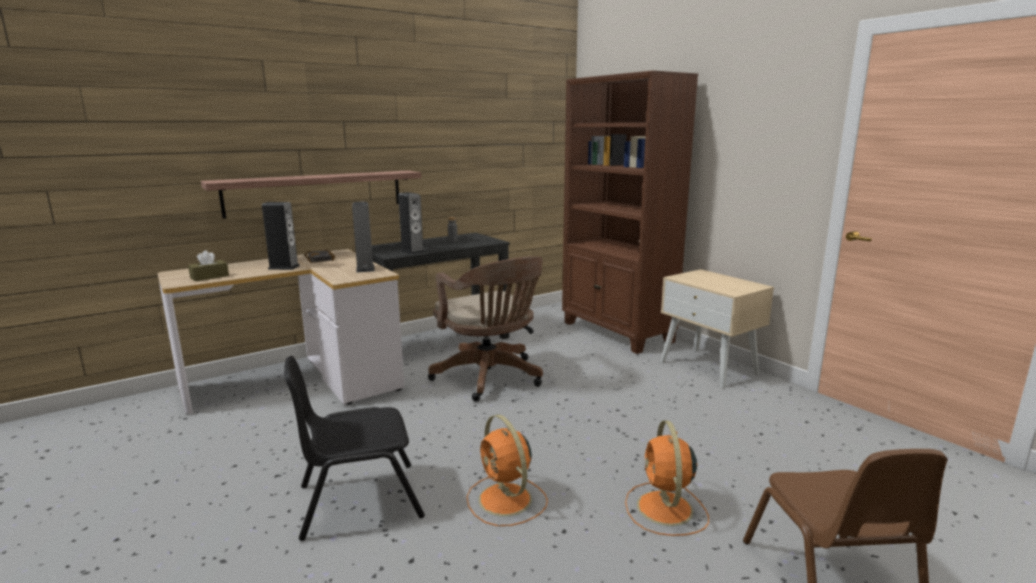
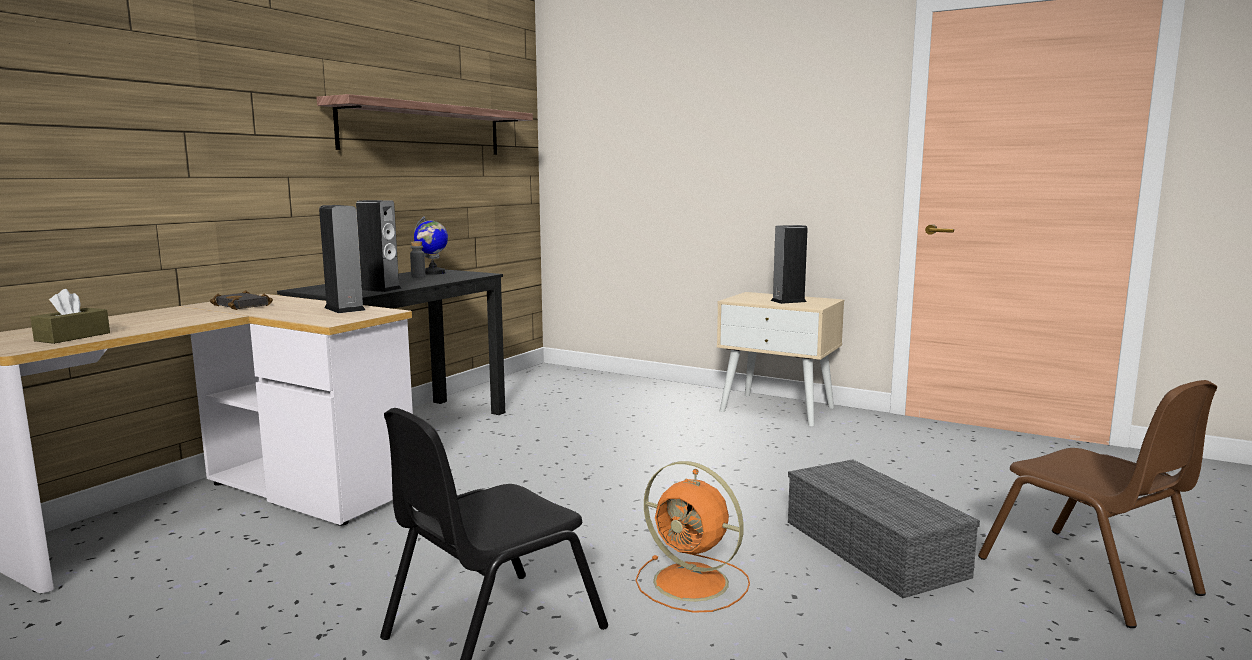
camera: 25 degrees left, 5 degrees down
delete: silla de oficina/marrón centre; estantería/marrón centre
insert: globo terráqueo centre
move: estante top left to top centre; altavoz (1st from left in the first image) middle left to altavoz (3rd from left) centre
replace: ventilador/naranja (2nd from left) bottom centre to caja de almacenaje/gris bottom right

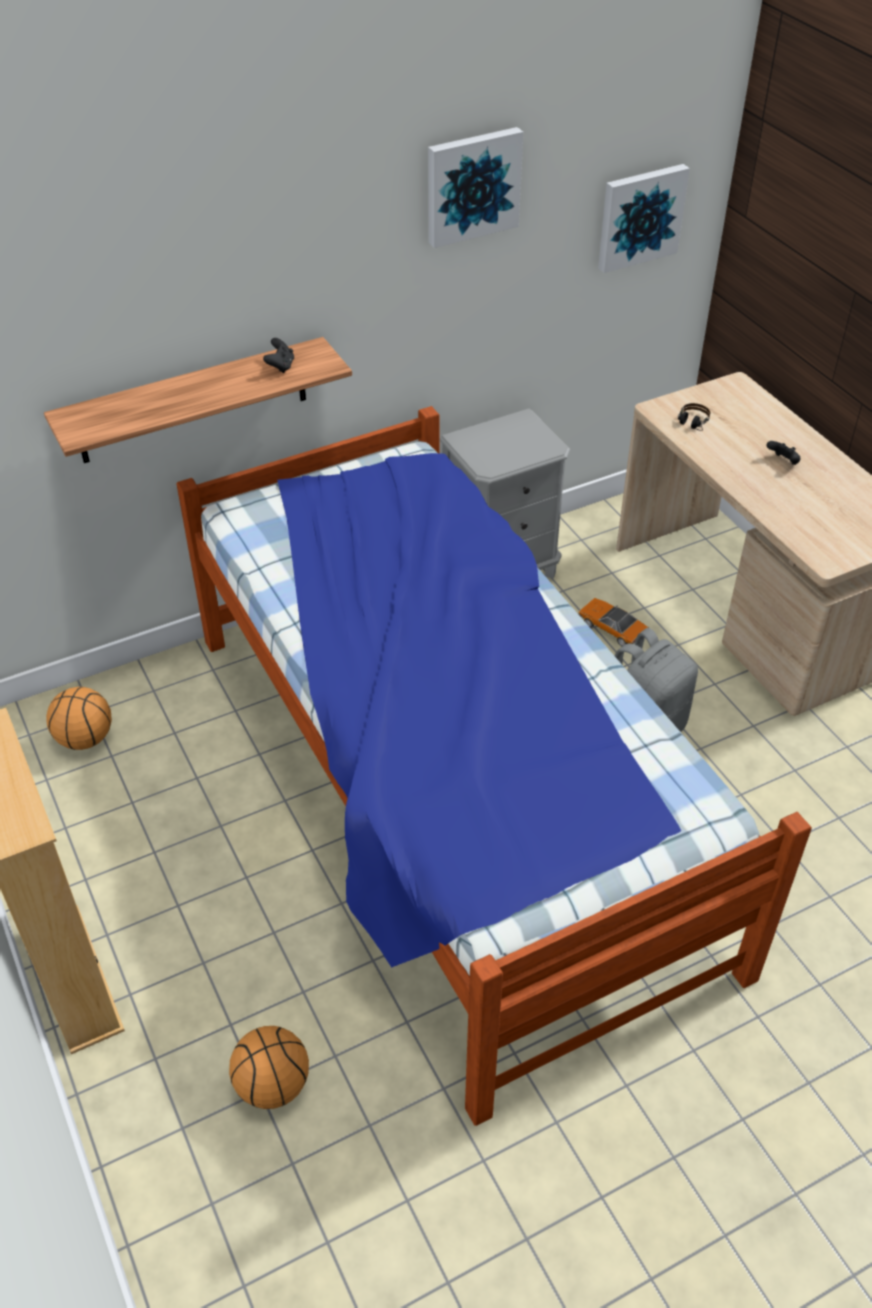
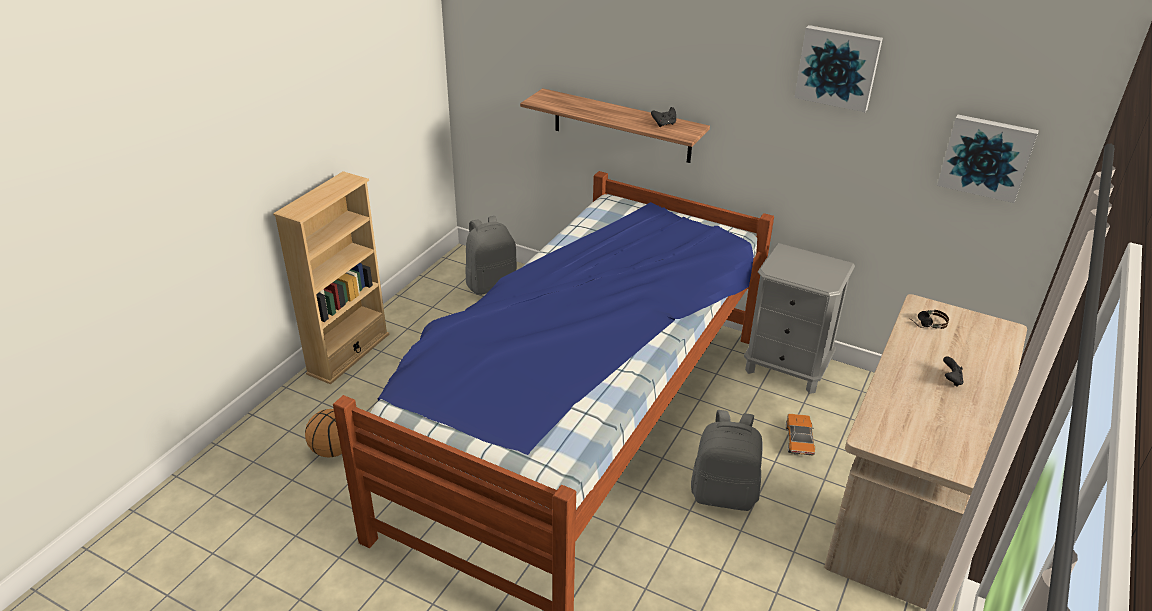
camera: 55 degrees right, 10 degrees down
replace: balón de baloncesto (1st from left) middle left to mochila/gris (1st from left) centre

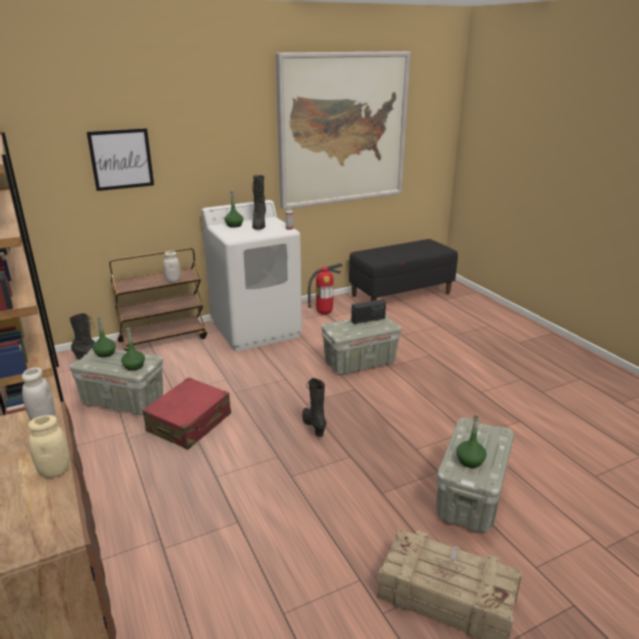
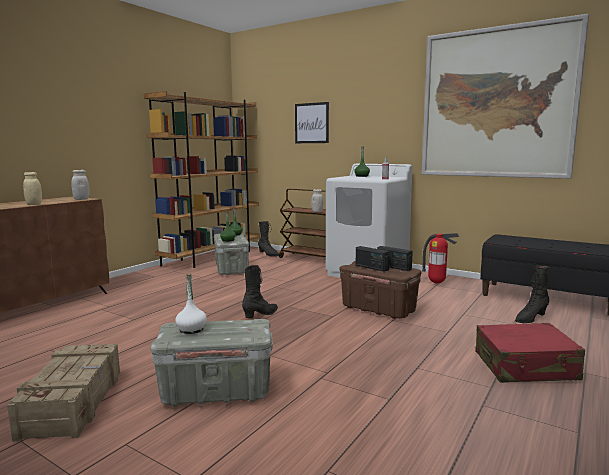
camera: 60 degrees right, 15 degrees down
insert: radio (1st from left) centre
move: maleta/rojo middle left to bottom right; bota/negro (2nd from left in the first image) top centre to bota/negro (3rd from left) middle right
recolor: botella/verde (4th from left) bottom right to botella/blanco middle left; caja de almacenaje/gris (2nd from left) centre to caja de almacenaje/marrón centre

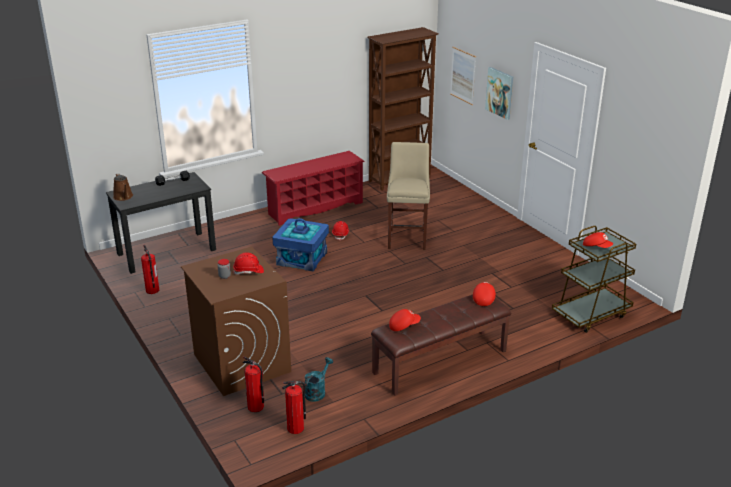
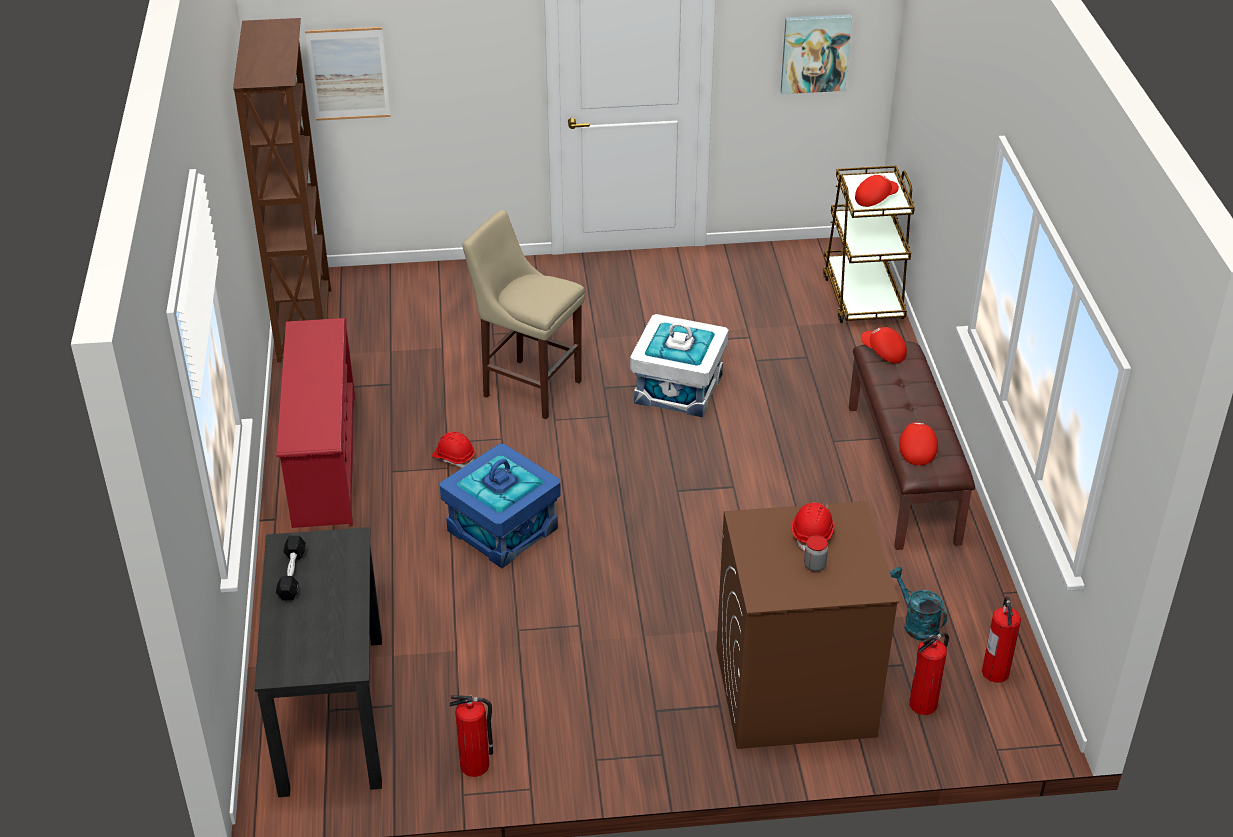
camera: 65 degrees left, 10 degrees up
delete: regadera/marrón middle left
insert: caja de almacenaje/blanco centre
move: cuadro (2nd from left) top right to top centre

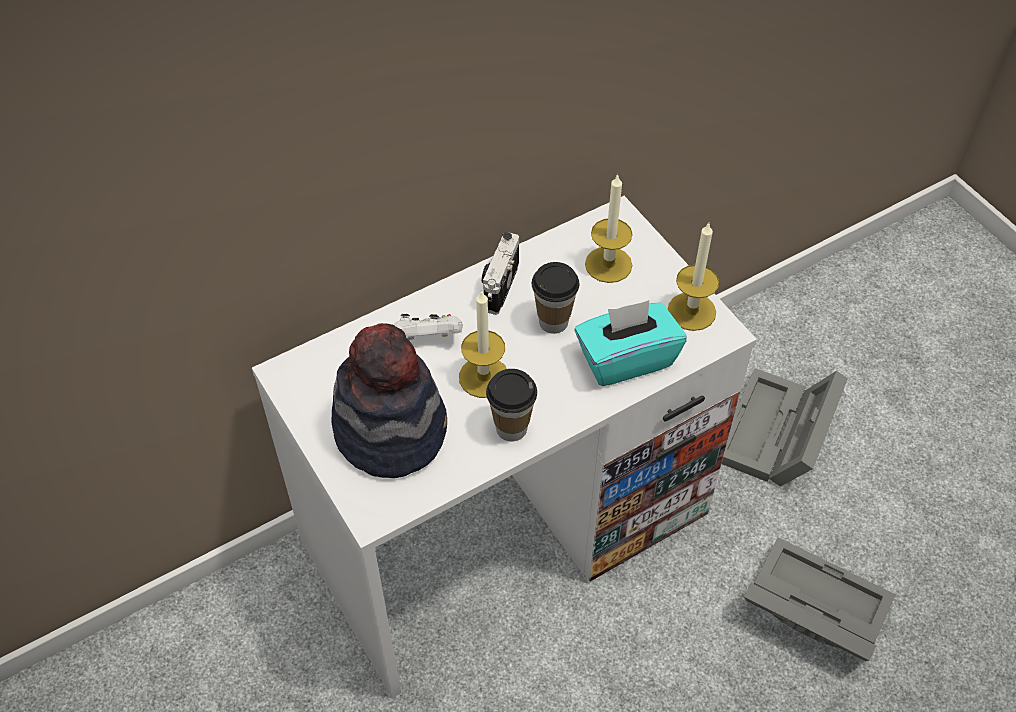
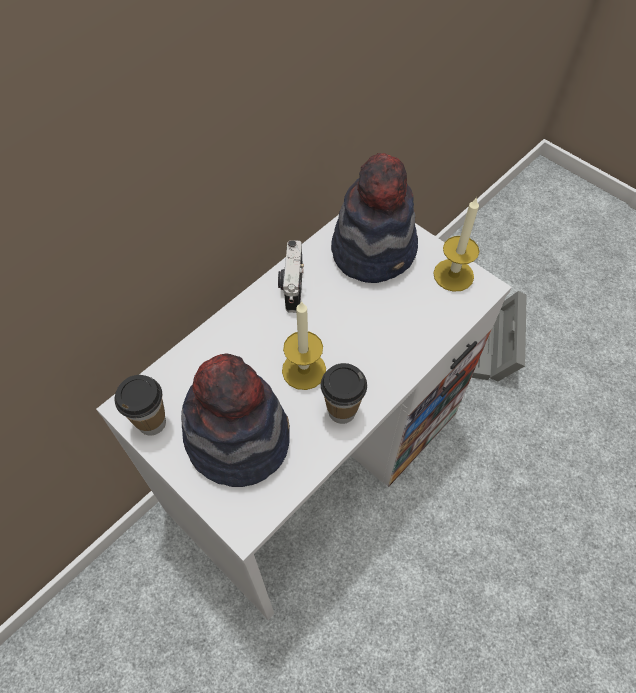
camera: 15 degrees left, 5 degrees up
delete: mando de consola/blanco centre; caja de pañuelos/turquesa centre; caja de almacenaje/gris (2nd from left) bottom right
move: taza (2nd from left in the first image) centre to taza (1st from left) middle left
replace: vela (2nd from left) top centre to sombrero (2nd from left) top centre

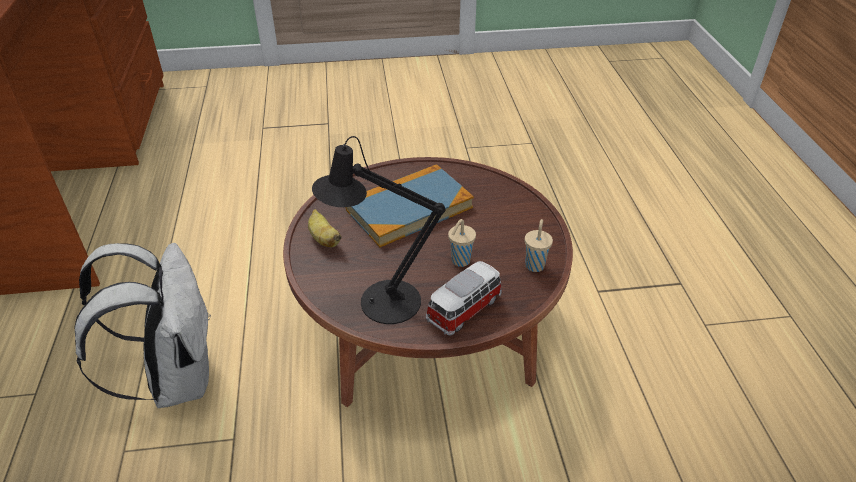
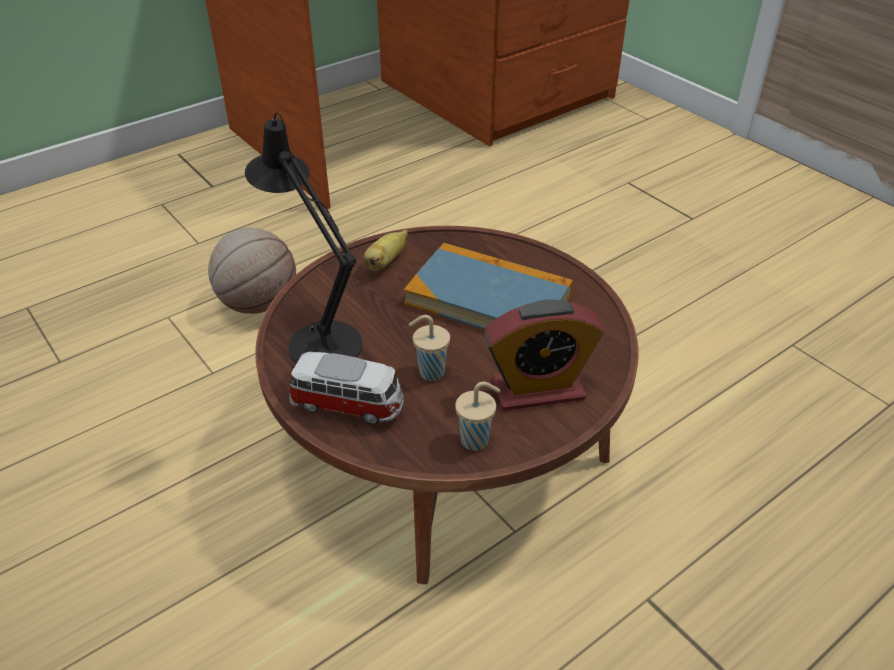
camera: 60 degrees right, 0 degrees up
insert: despertador centre
replace: mochila/blanco bottom left to balón de baloncesto middle left

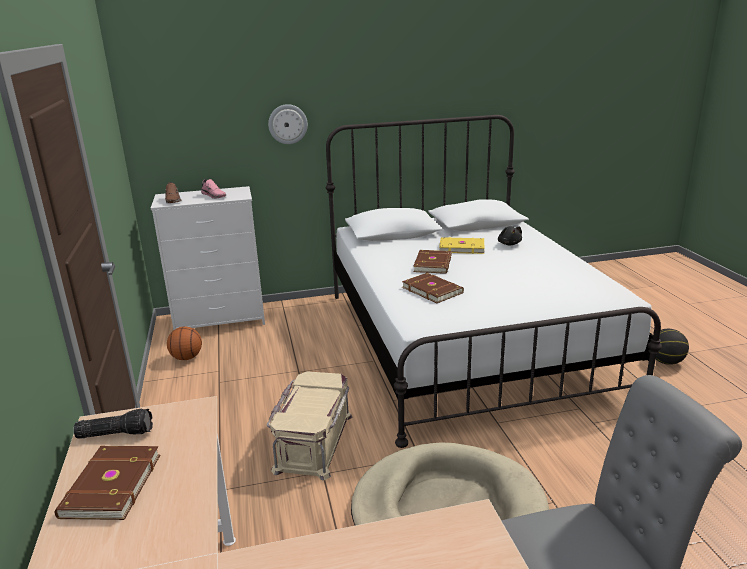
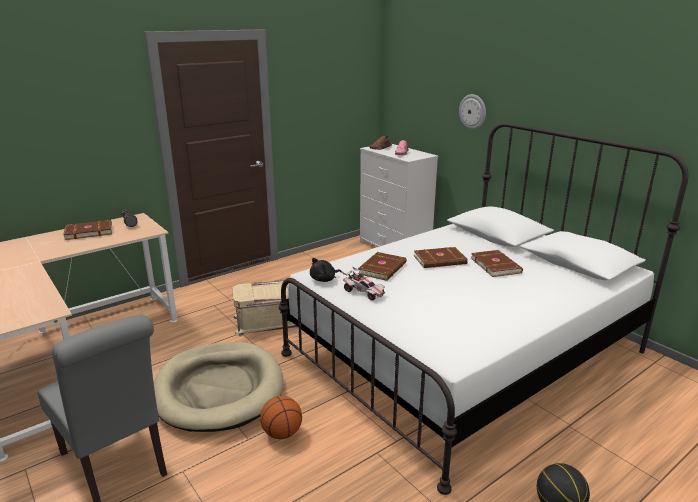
camera: 65 degrees right, 0 degrees up
insert: coche de juguete centre
move: balón de baloncesto (1st from left) middle left to bottom centre; peluche/negro middle right to centre
recolor: libro/amarillo centre to libro/marrón (4th from left) middle right

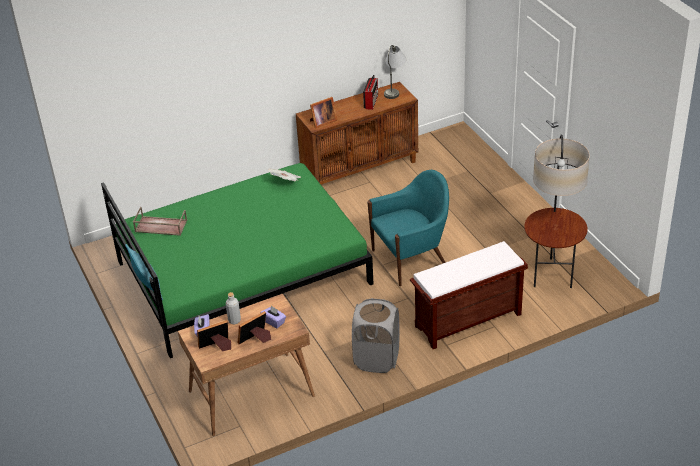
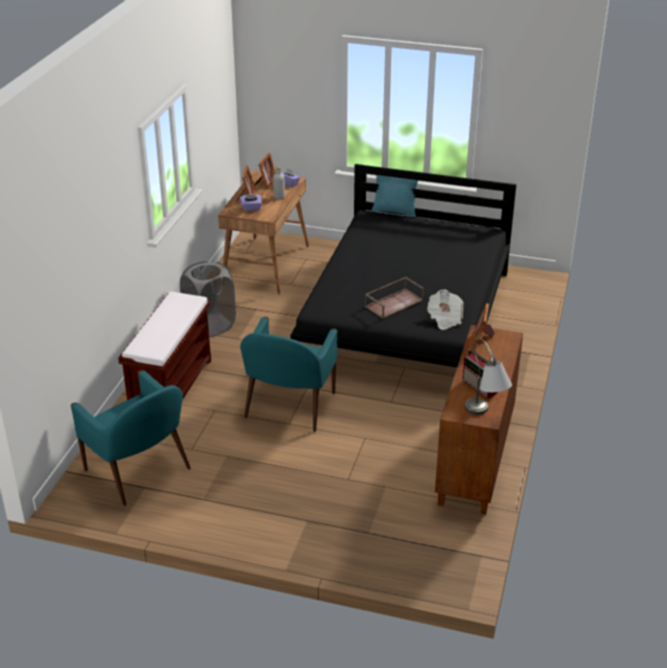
camera: 130 degrees right, 5 degrees down
move: bandeja/marrón middle left to centre
replace: lámpara de pie middle right to sillón/turquesa (1st from left) middle left
recolor: cama/verde centre to cama/negro centre

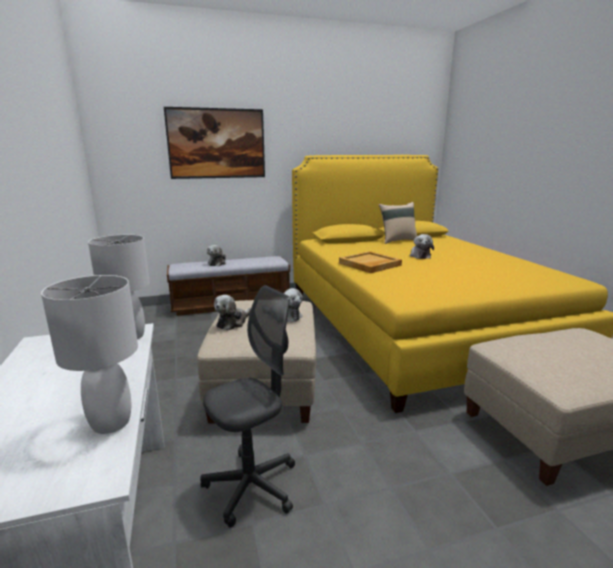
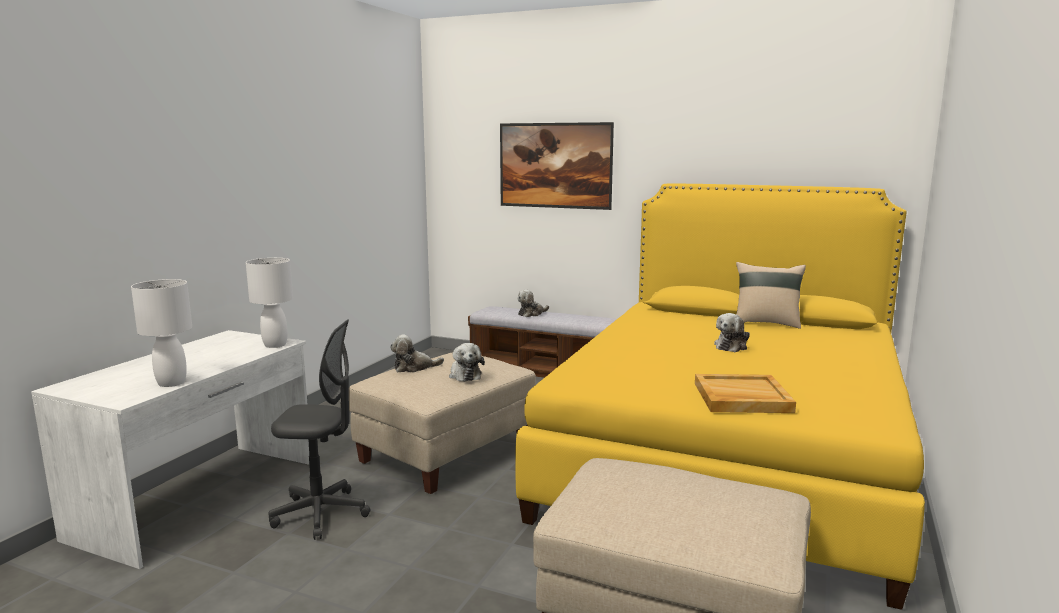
camera: 40 degrees right, 5 degrees down
move: bandeja/beis centre to middle right

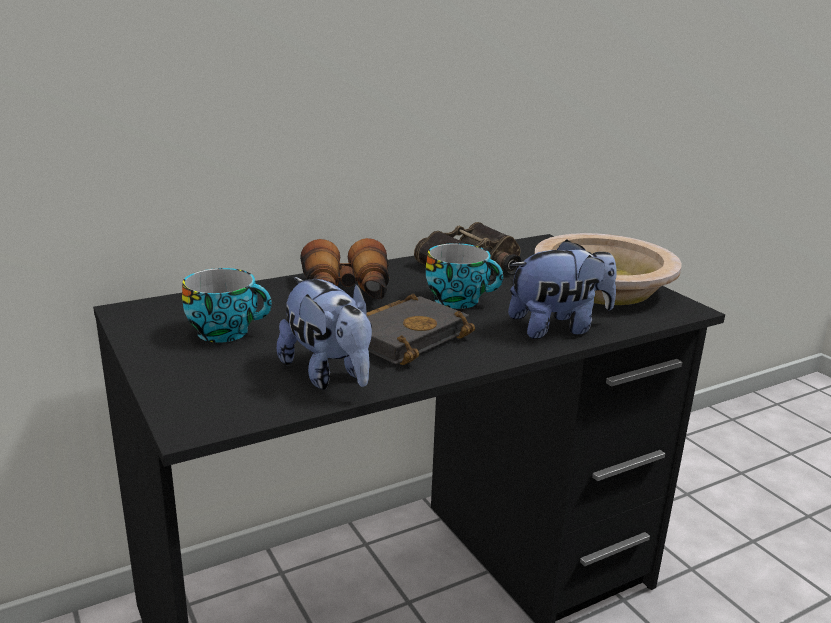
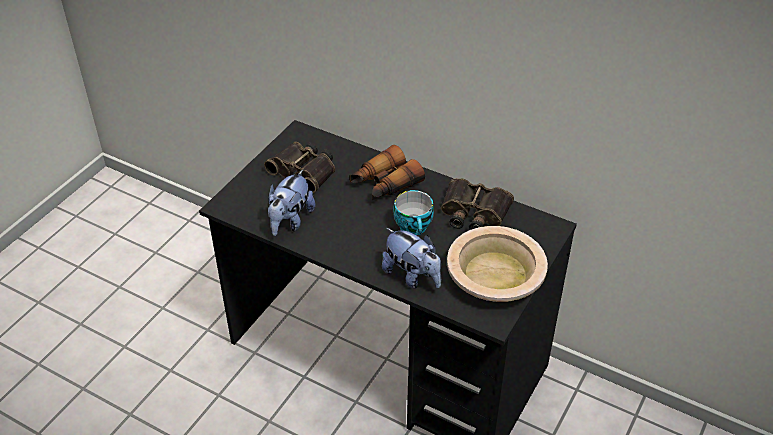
camera: 60 degrees right, 20 degrees up
delete: libro/negro centre
replace: taza (1st from left) middle left to prismáticos (1st from left) centre

